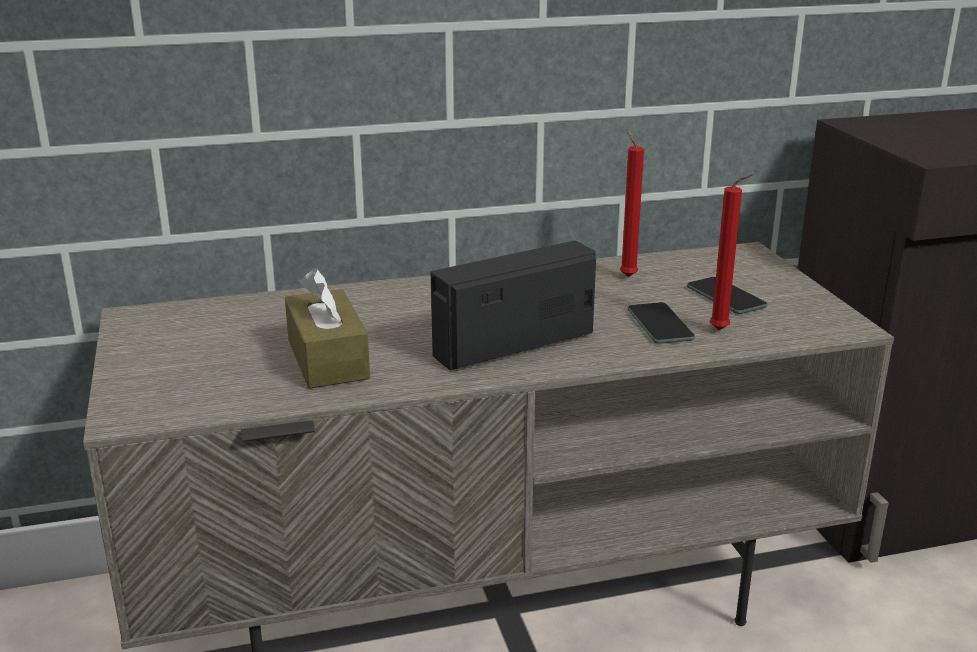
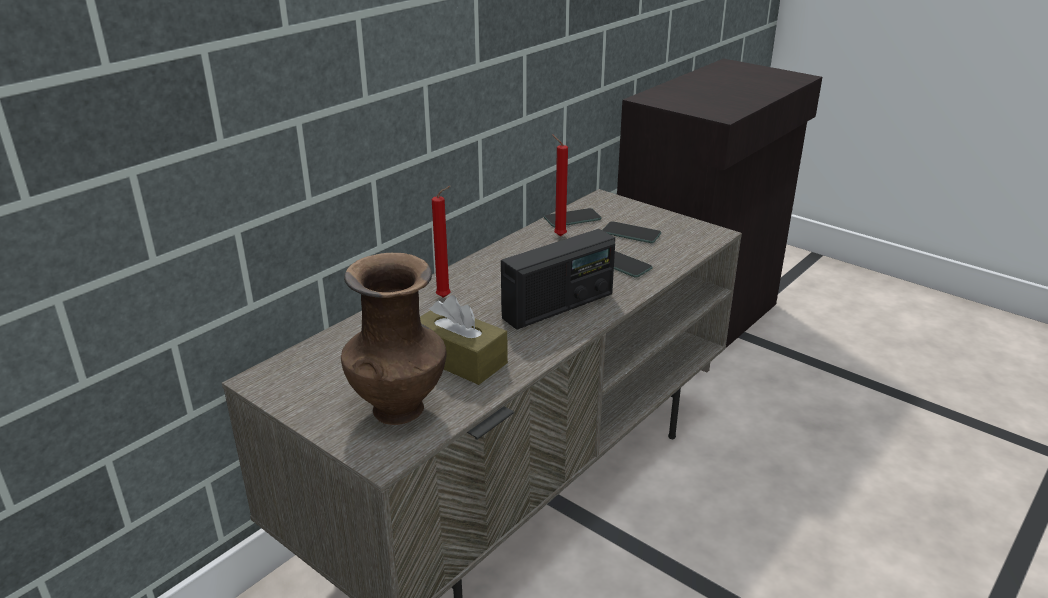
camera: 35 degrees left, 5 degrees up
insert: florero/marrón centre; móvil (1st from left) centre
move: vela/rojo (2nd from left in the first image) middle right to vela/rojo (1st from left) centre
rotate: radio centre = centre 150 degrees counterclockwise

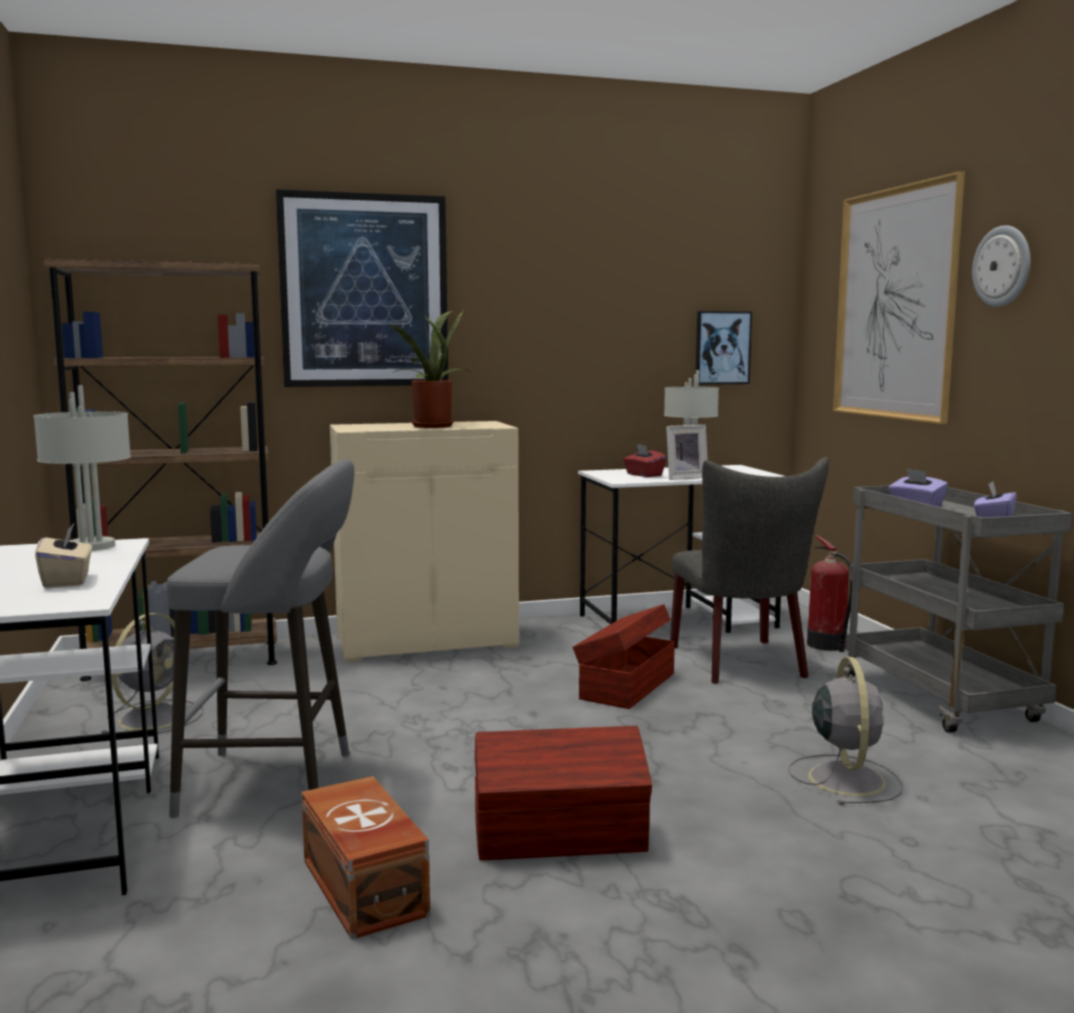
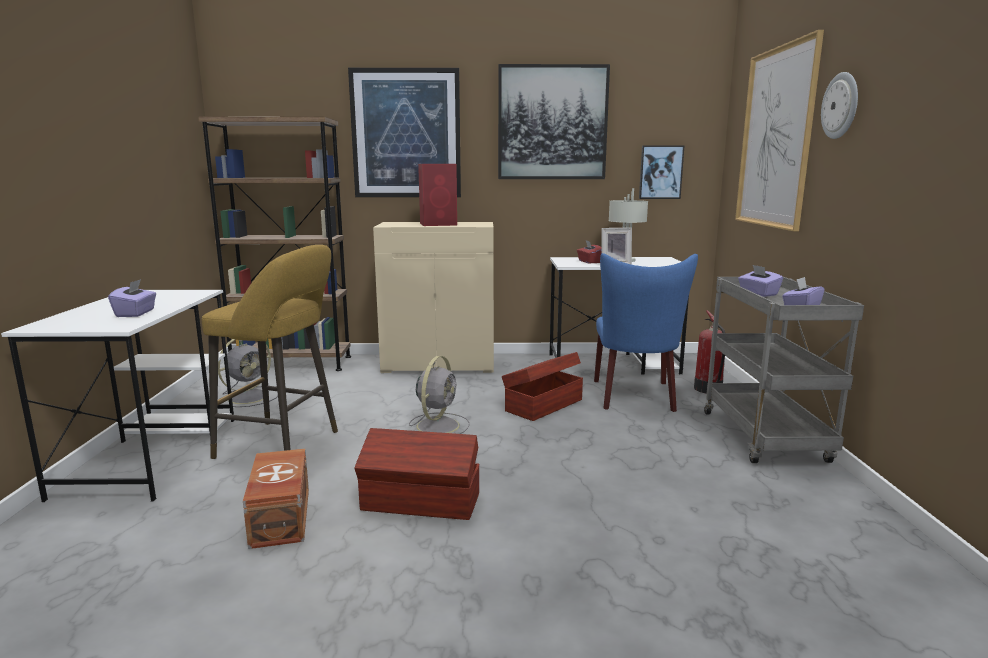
camera: 15 degrees right, 5 degrees up
delete: lámpara de mesa/gris (1st from left) middle left
insert: cuadro (2nd from left) top centre
move: ventilador/gris (2nd from left) bottom right to centre
replace: planta en maceta centre to altavoz/rojo top centre
recolor: caja de pañuelos/beis middle left to caja de pañuelos/morado (1st from left) middle left; taburete/gris middle left to taburete/amarillo middle left; silla/gris middle right to silla/azul centre

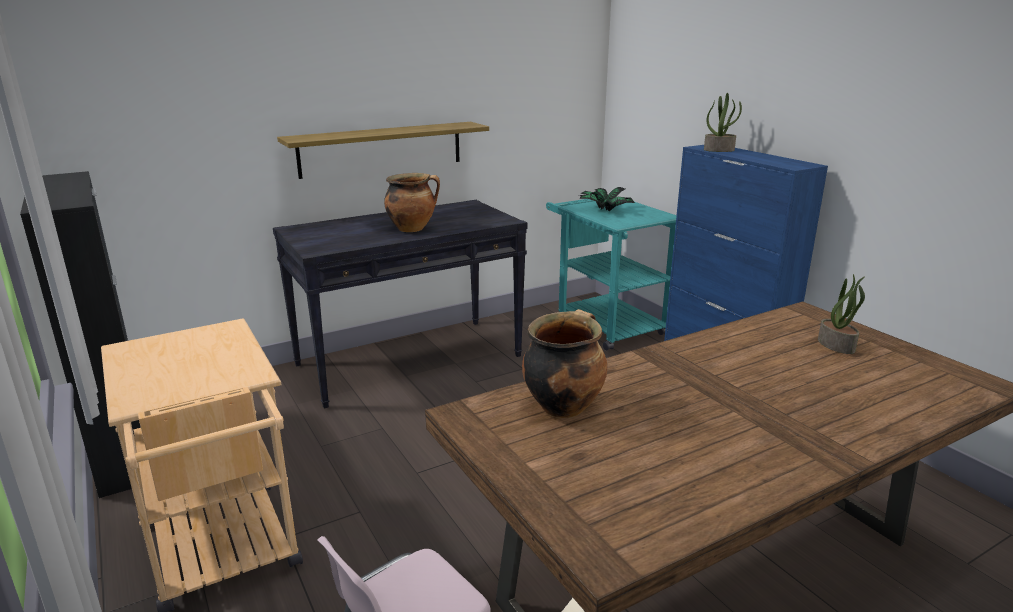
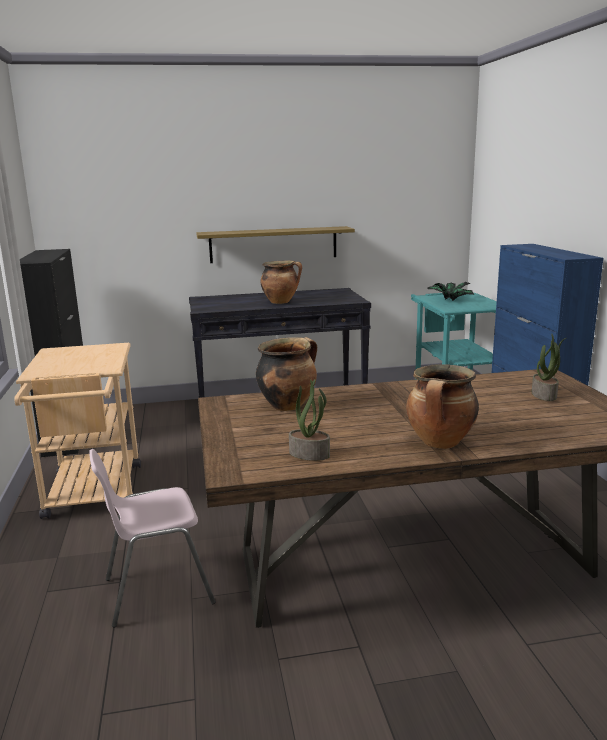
camera: 20 degrees right, 5 degrees down
insert: olla (3rd from left) middle right
move: planta en maceta (2nd from left in the first image) top right to planta en maceta (1st from left) centre

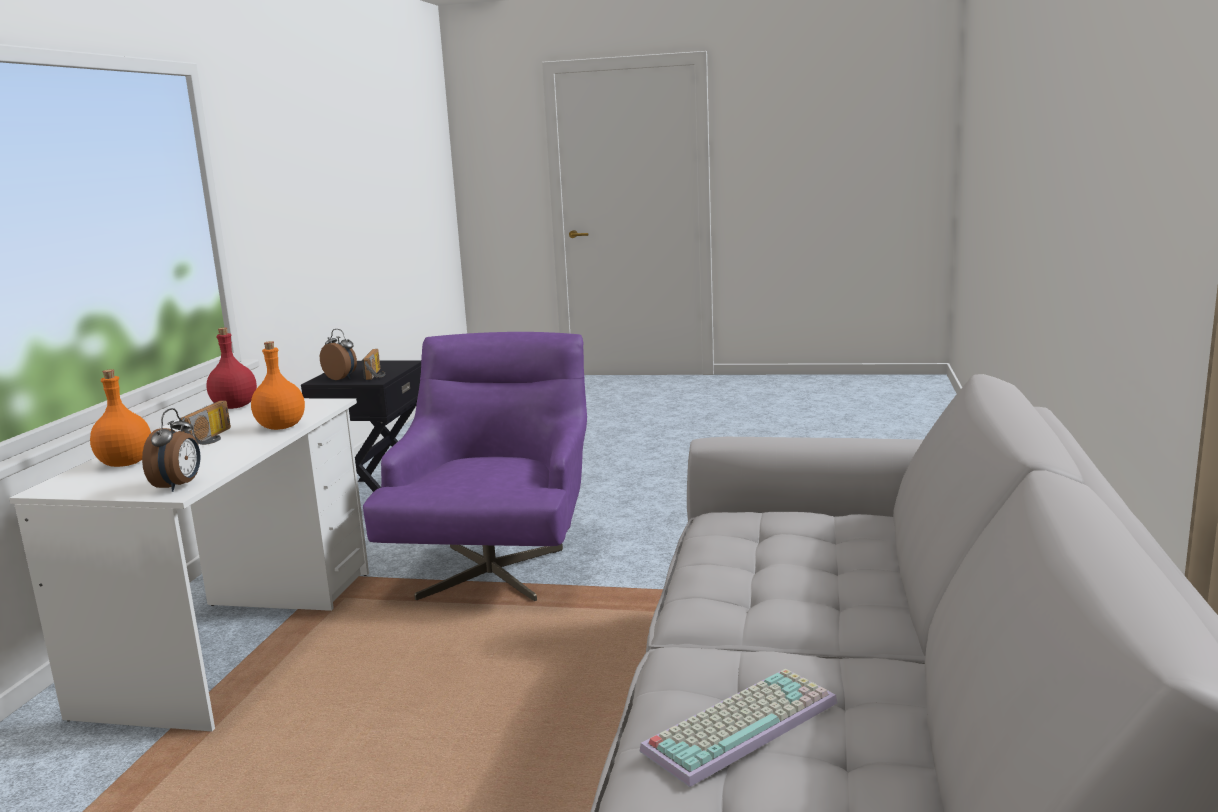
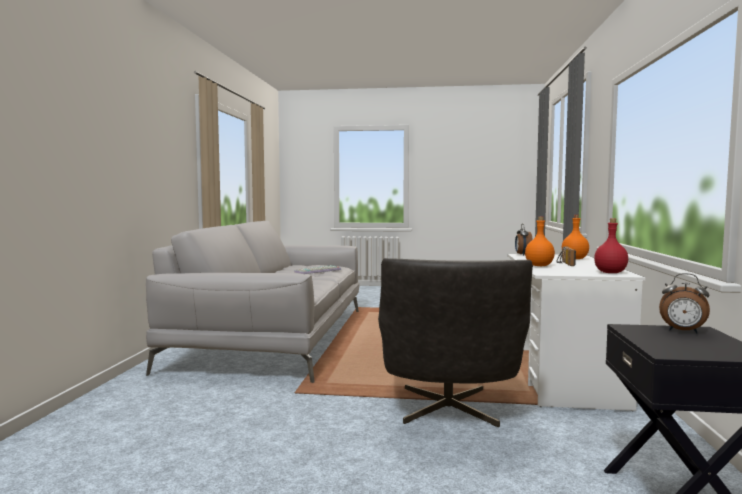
camera: 175 degrees right, 10 degrees down
delete: radio (2nd from left) middle left
recolor: sillón/morado centre to sillón/gris bottom centre

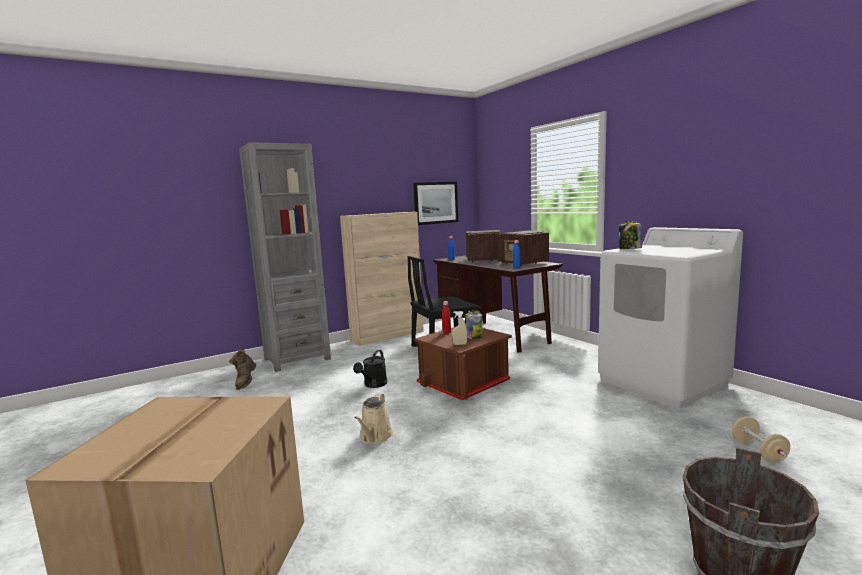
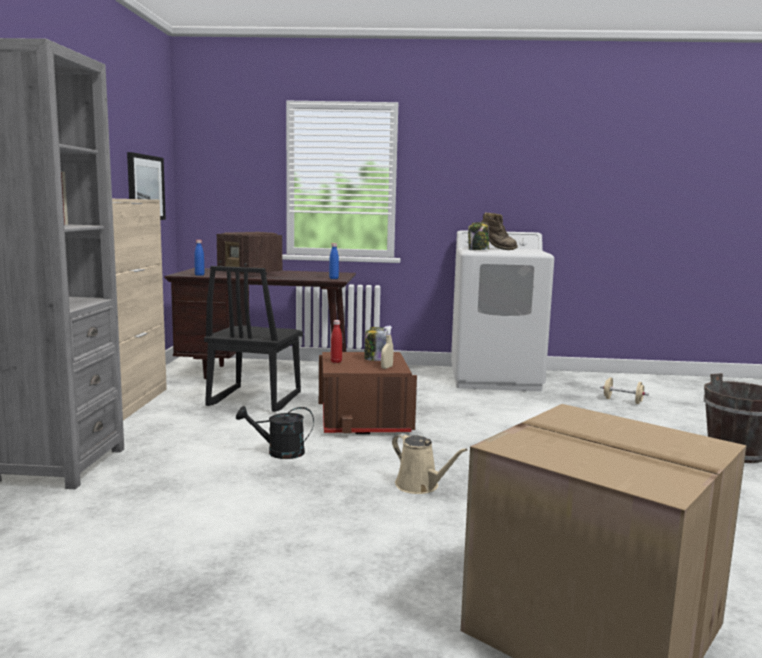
camera: 55 degrees left, 0 degrees up
delete: radio (2nd from left) centre
move: bota/marrón middle left to centre
rotate: regadera/negro centre = centre 120 degrees clockwise

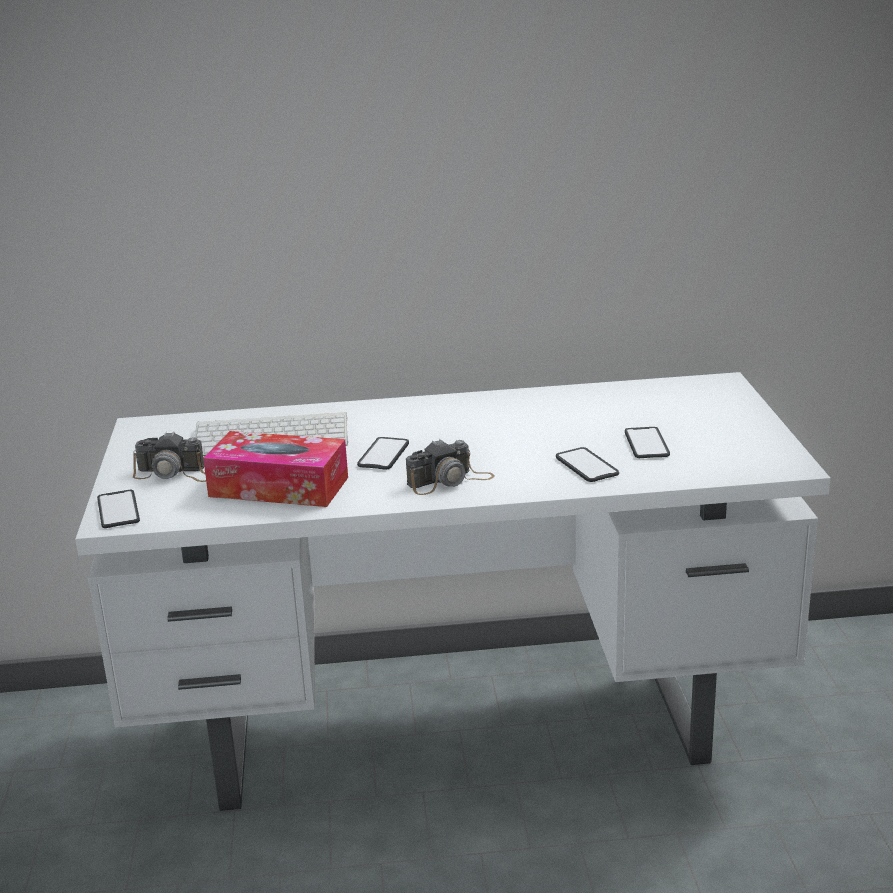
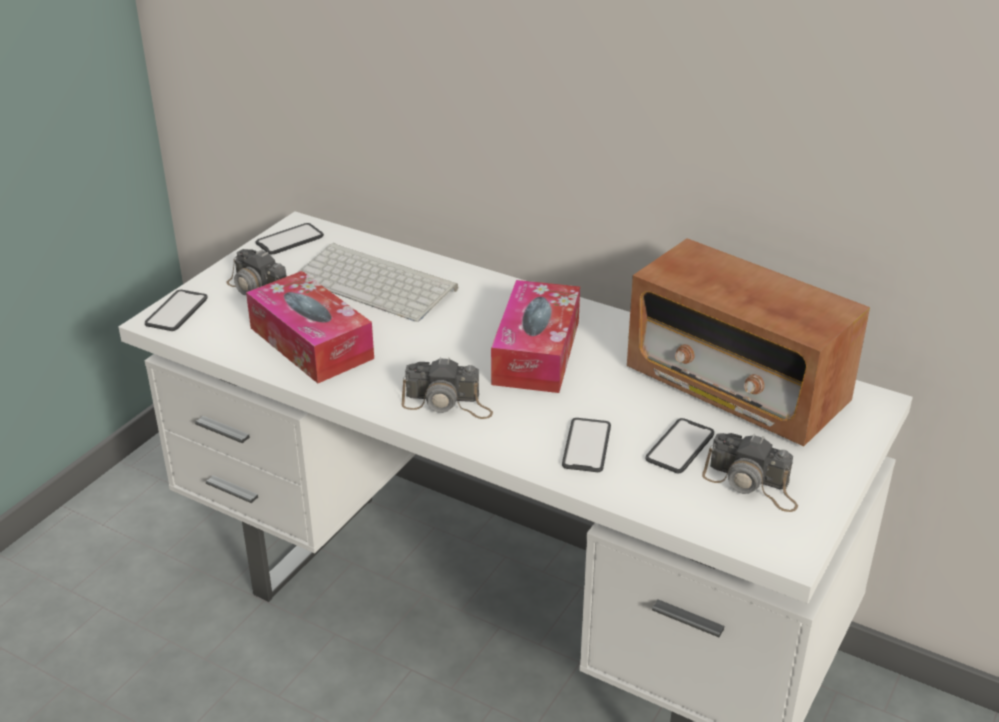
camera: 35 degrees right, 10 degrees up
insert: caja de pañuelos (2nd from left) centre; radio middle right; cámara (3rd from left) middle right
move: móvil (2nd from left) centre to top left

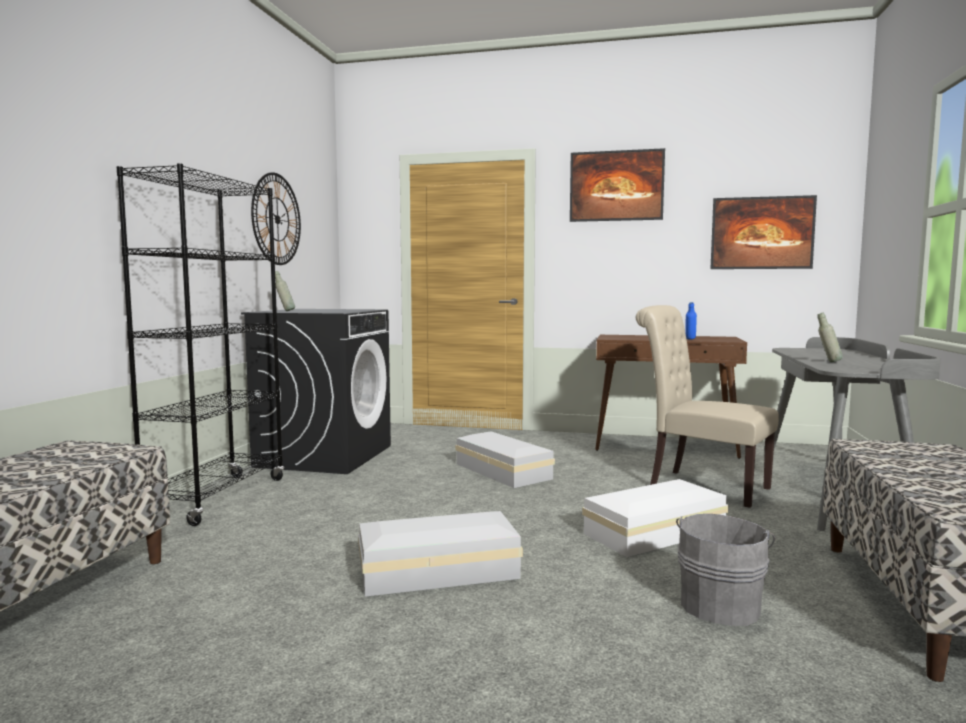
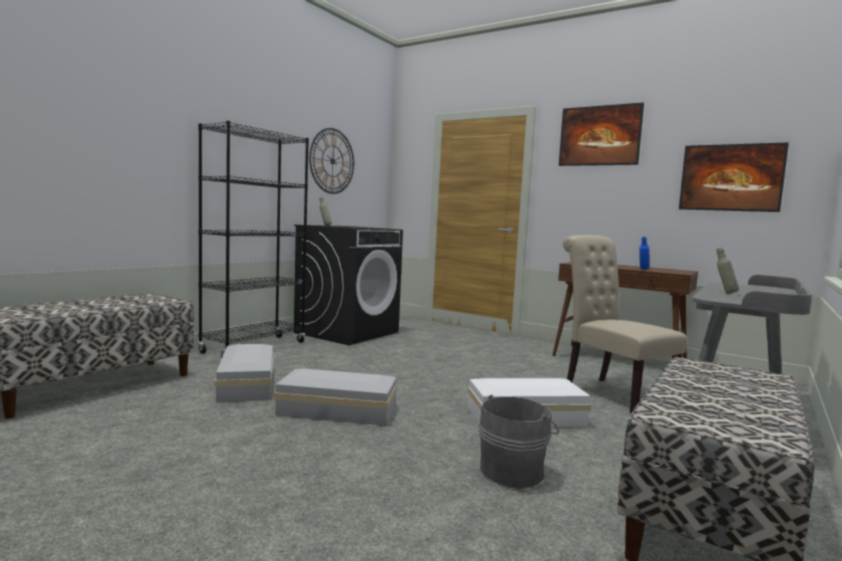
camera: 20 degrees right, 0 degrees up
move: caja de almacenaje/blanco (2nd from left in the first image) centre to caja de almacenaje/blanco (1st from left) middle left

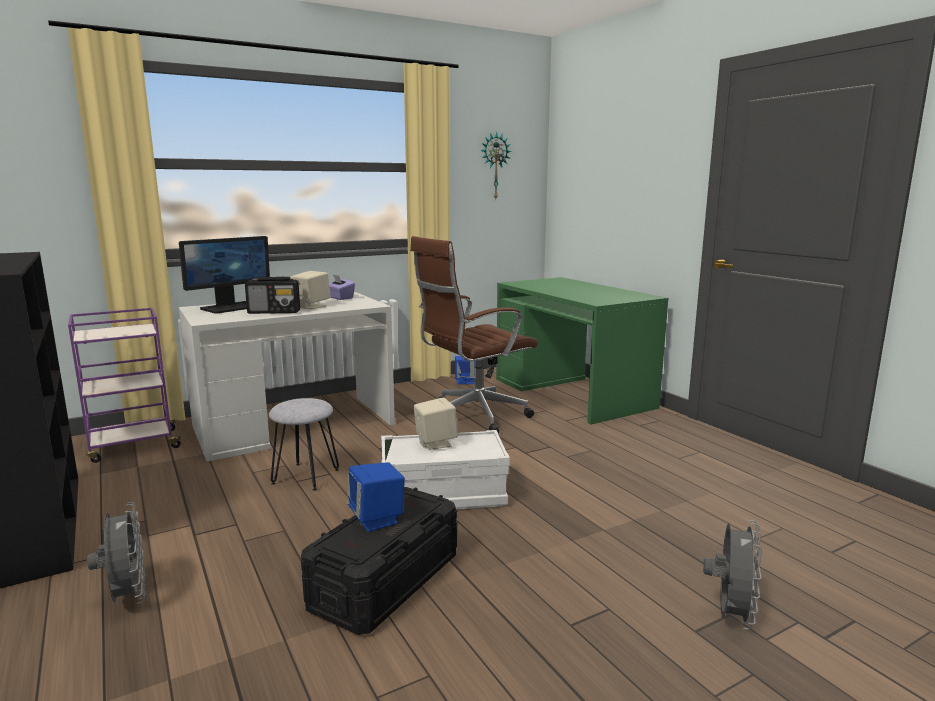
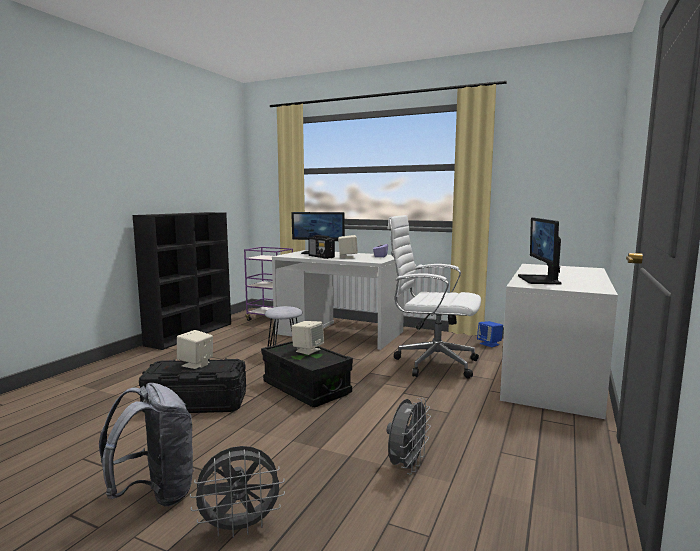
camera: 55 degrees right, 5 degrees down
delete: reloj de pared top centre
insert: mochila/gris bottom left; monitor (2nd from left) middle right
move: ventilador/gris (1st from left in the first image) bottom left to ventilador/gris (2nd from left) bottom centre
recolor: altavoz/azul (1st from left) bottom centre to altavoz/beis (1st from left) middle left; caja de almacenaje/blanco bottom centre to caja de almacenaje/negro (2nd from left) bottom centre; silla de oficina/marrón centre to silla de oficina/blanco centre; escritorio/verde centre to escritorio/blanco (2nd from left) middle right

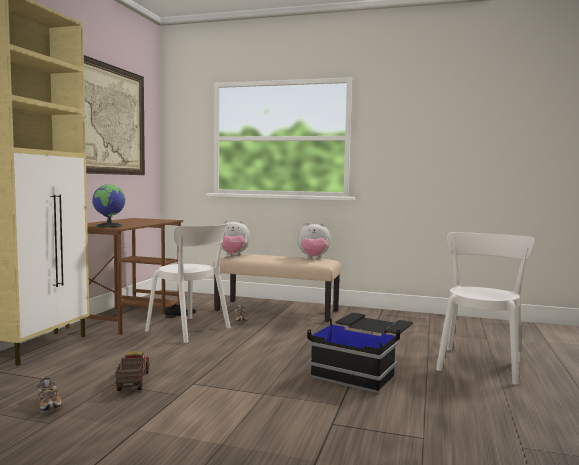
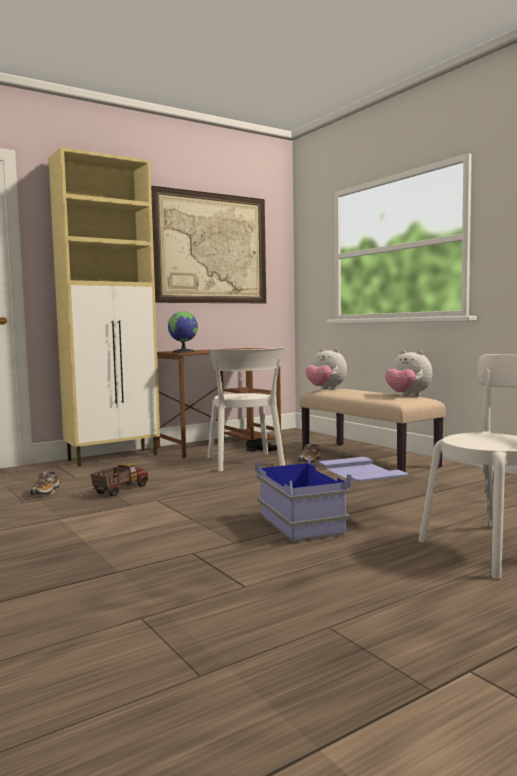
camera: 40 degrees right, 0 degrees up
recolor: caja de almacenaje/negro bottom centre to caja de almacenaje/azul centre

